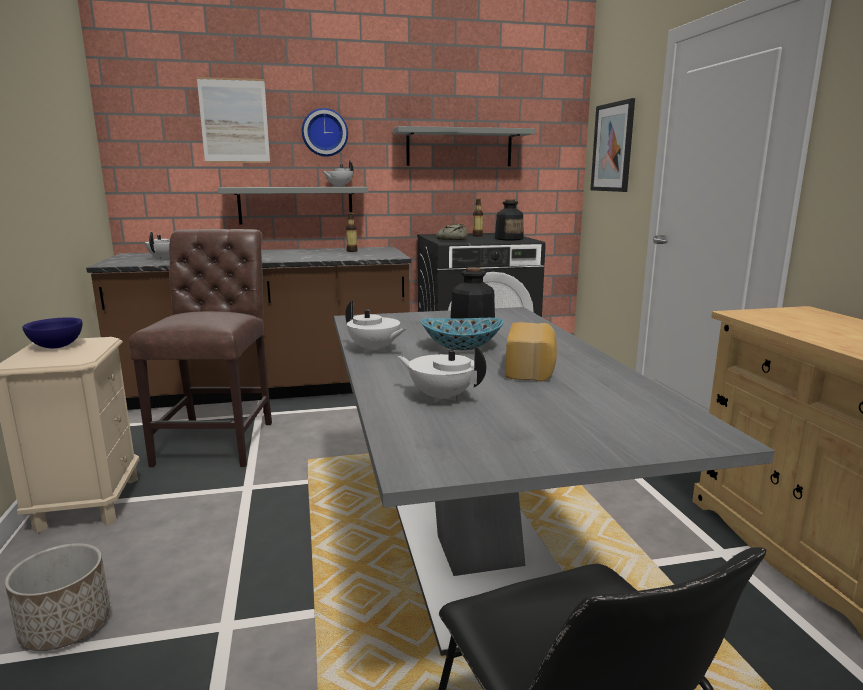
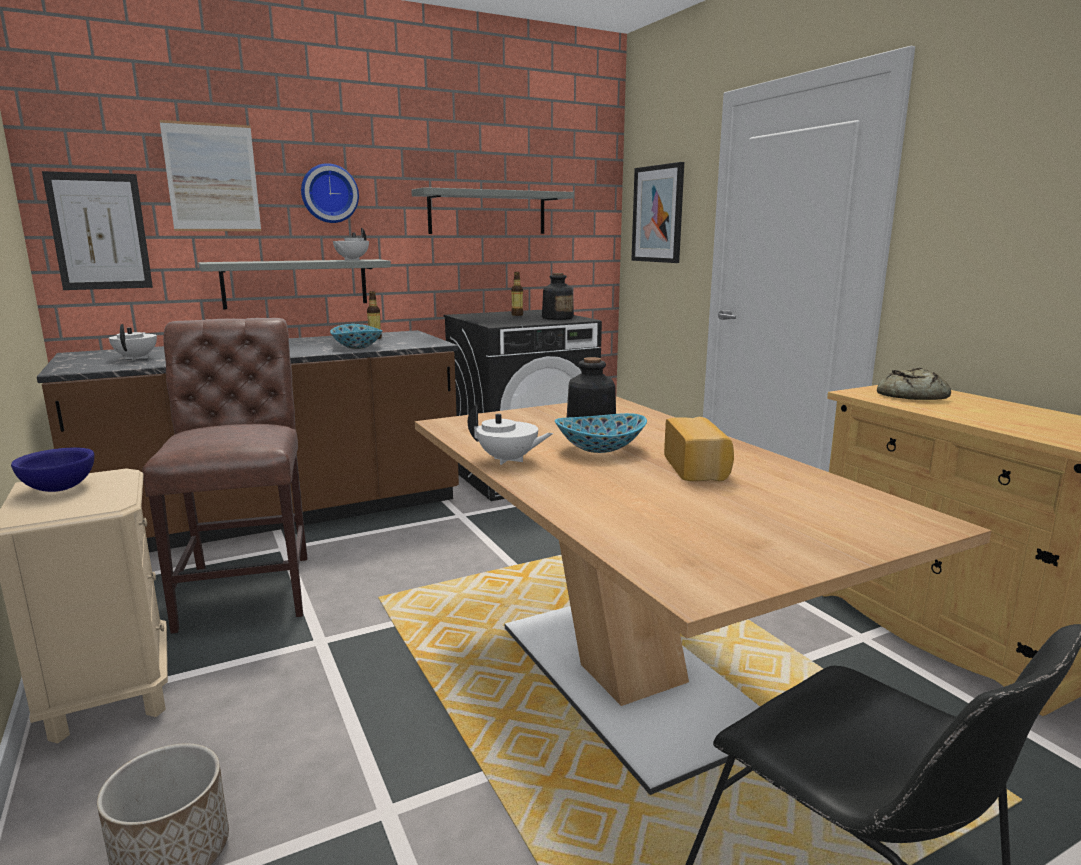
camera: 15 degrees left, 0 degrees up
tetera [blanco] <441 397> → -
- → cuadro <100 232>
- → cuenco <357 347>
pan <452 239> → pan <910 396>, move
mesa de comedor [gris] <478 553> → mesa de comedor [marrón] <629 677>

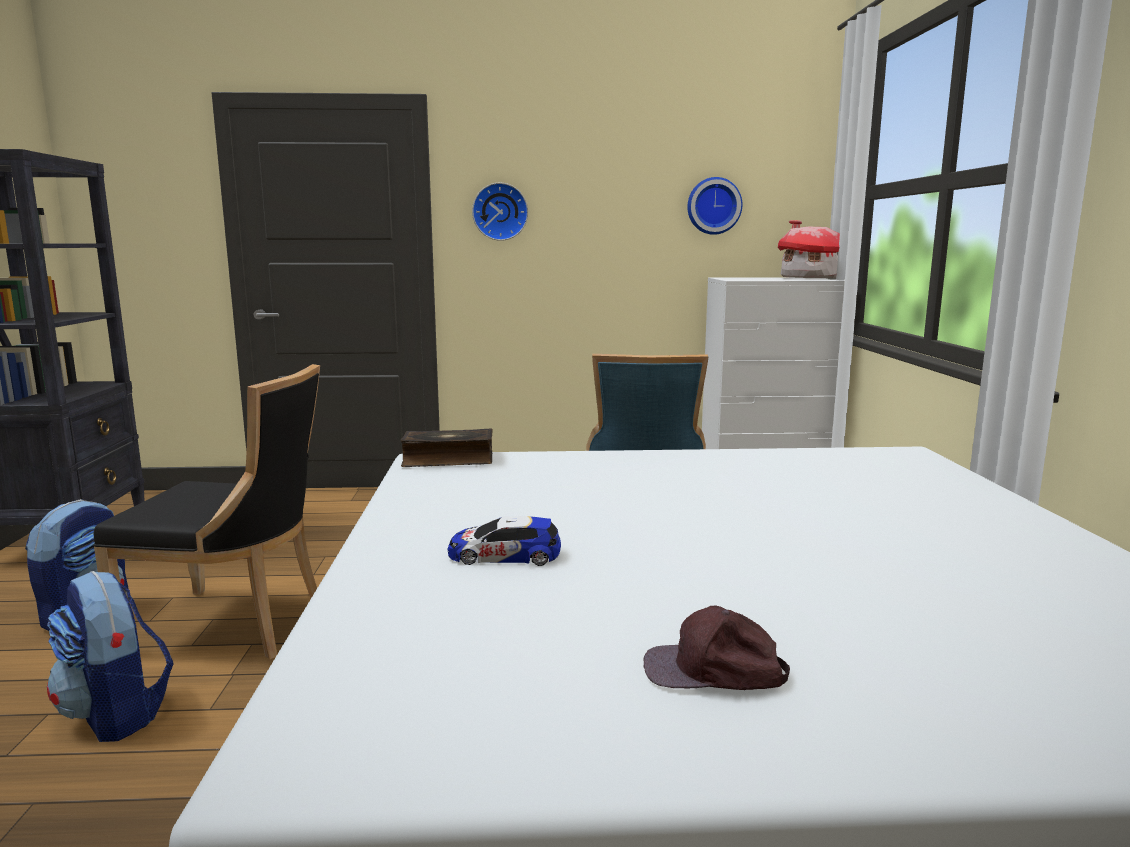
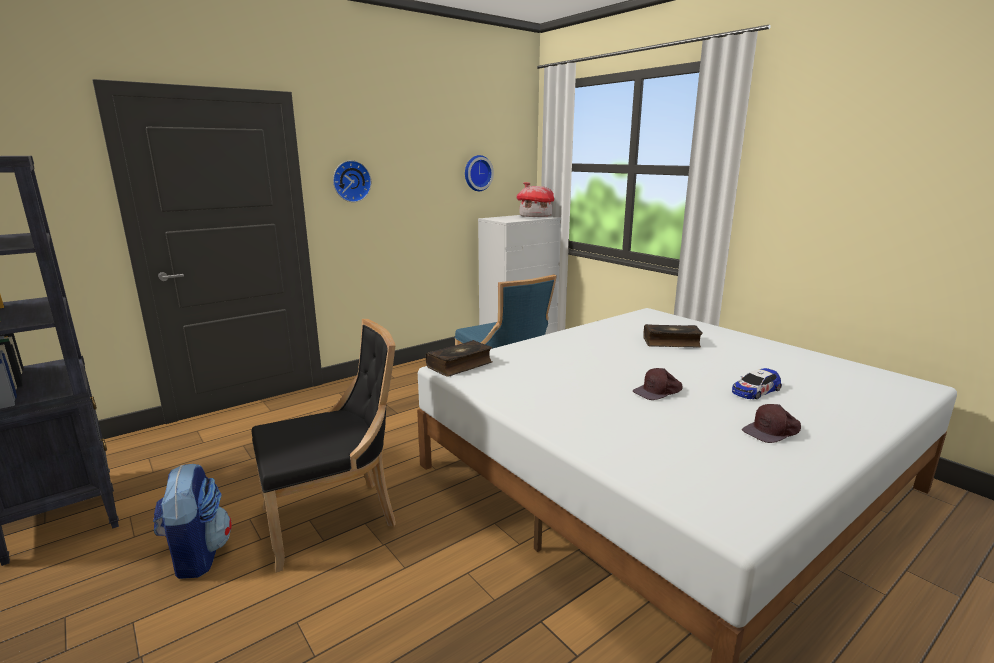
camera: 35 degrees left, 5 degrees up
mochila <117 714> → -
- → gorra [marrón] <658 391>
- → libro <671 342>
coche de juguete <504 555> → coche de juguete <755 390>, move

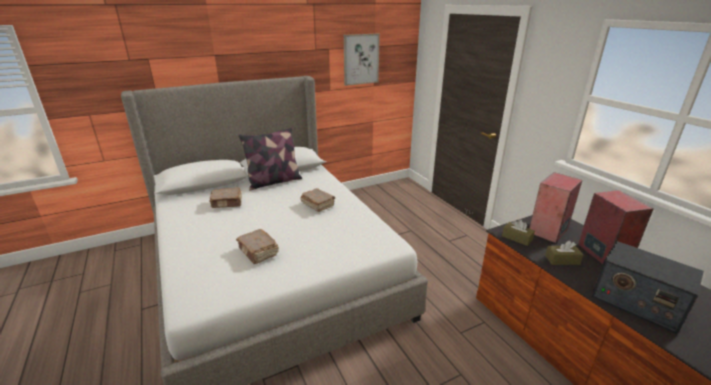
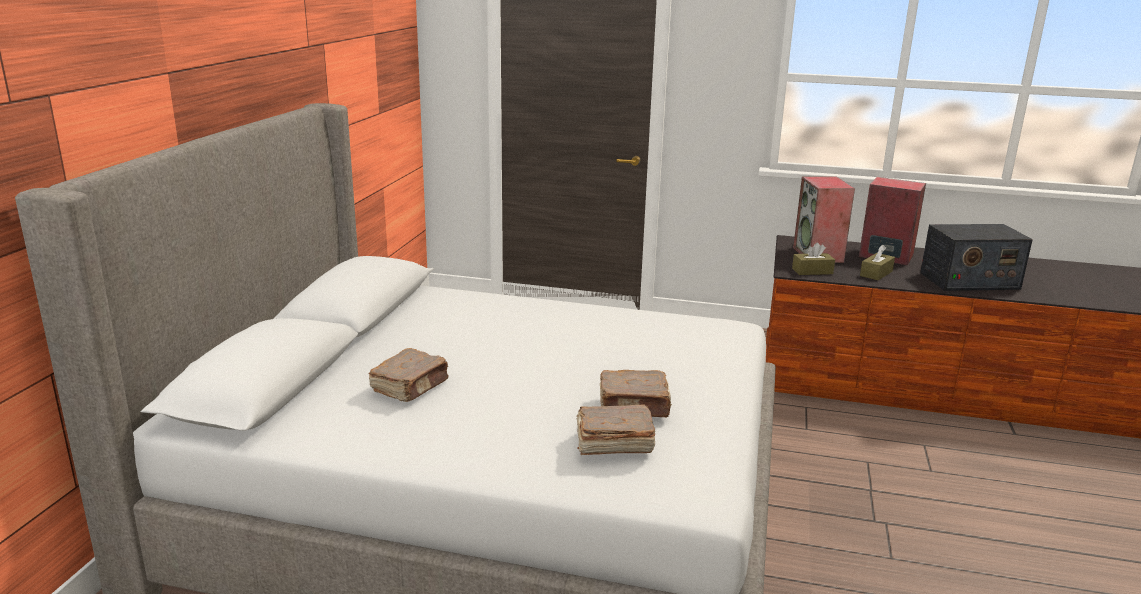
camera: 50 degrees left, 5 degrees down
cojín <274 182> → -
cuadro <361 59> → -
libro [marrón] <317 205> → libro [marrón] <613 443>, move

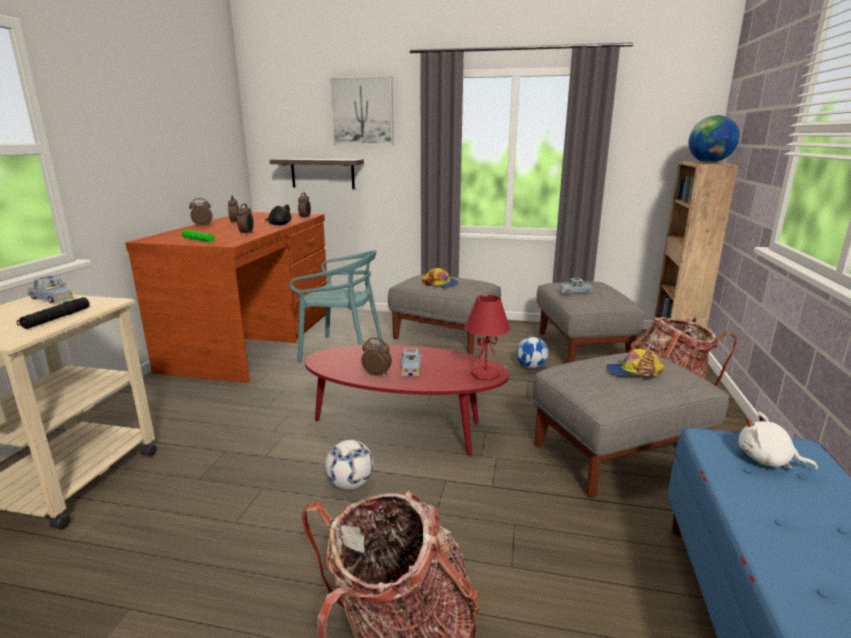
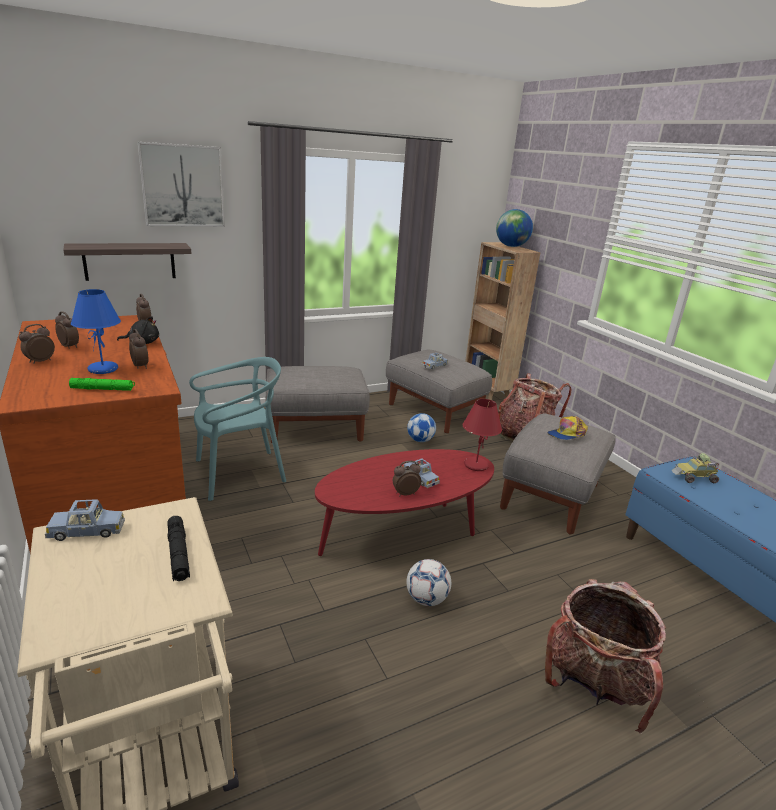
camera: 40 degrees left, 5 degrees up
gorra <440 284> → -
- → lámpara de mesa [azul] <103 369>
peluche [blanco] <767 461> → coche de juguete <694 477>

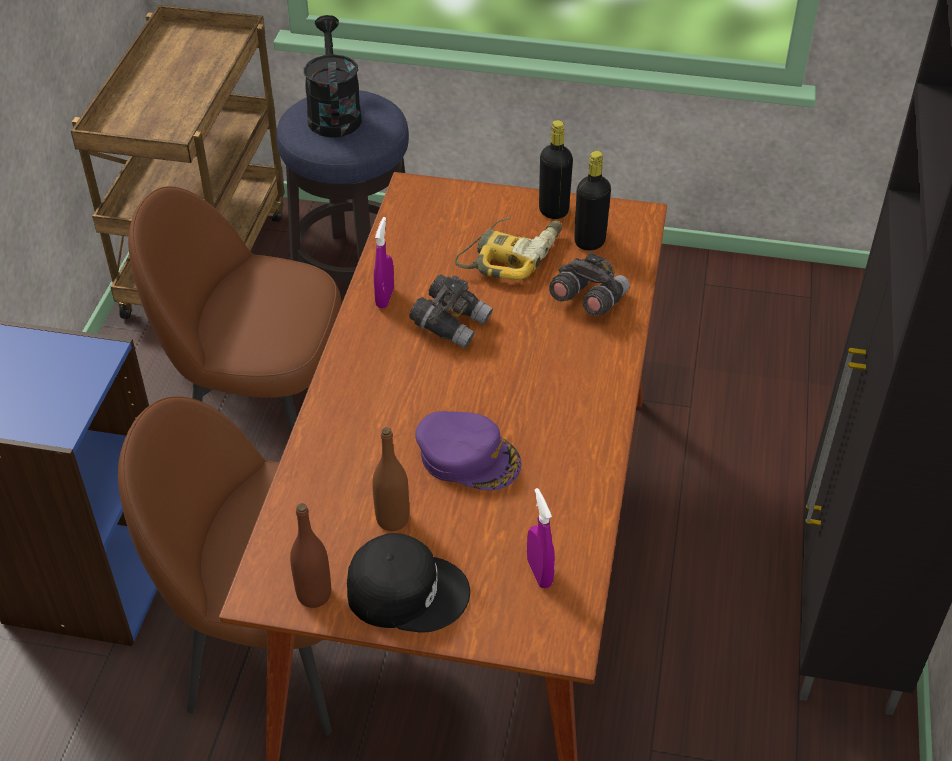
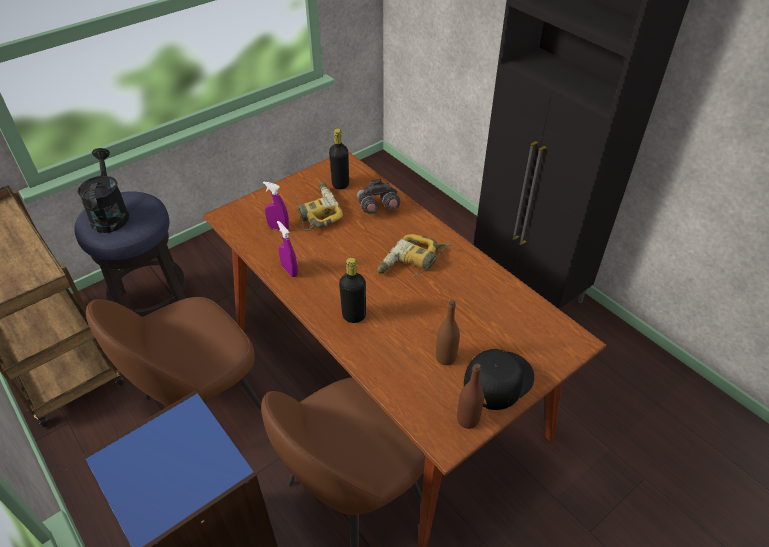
camera: 50 degrees left, 0 degrees up
prismáticos [gris] <451 324> → -
gorra [morado] <468 457> → -
- → taladro <412 263>
pulverizador [morado] <539 573> → pulverizador [morado] <278 228>, move
botella [negro] <553 211> → botella [negro] <354 316>, move
regadera [negro] <333 113> → regadera [negro] <110 214>, 45 degrees clockwise

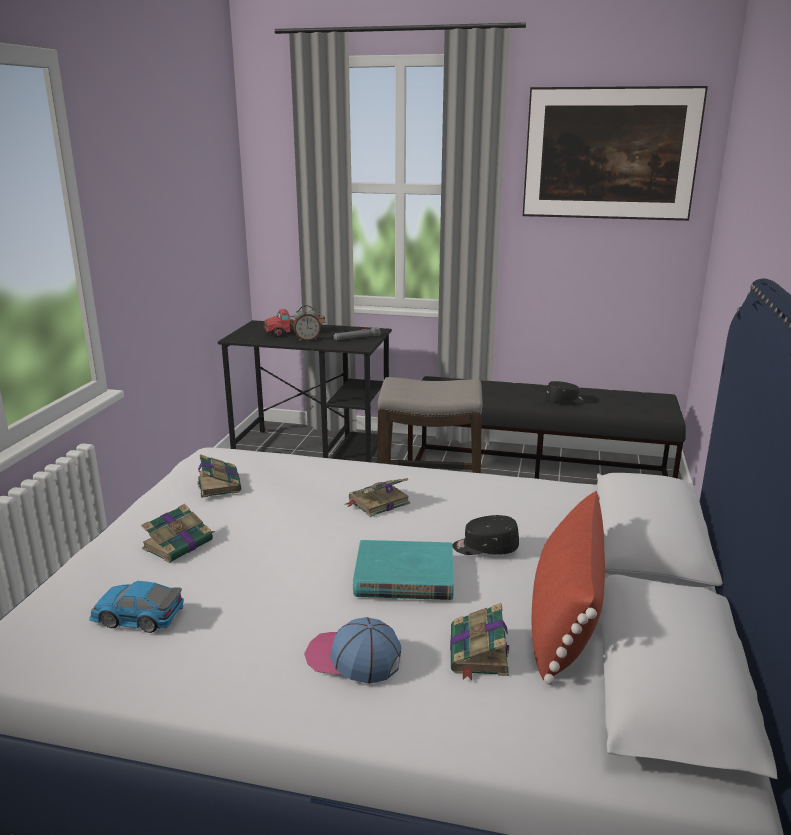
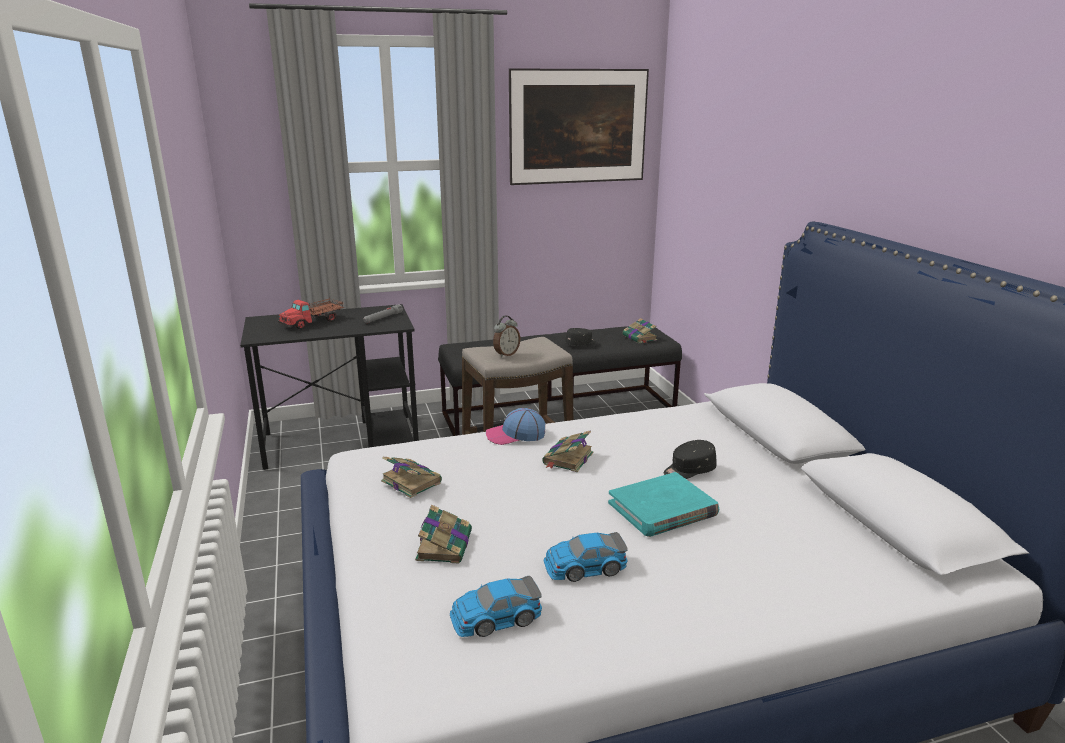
camera: 30 degrees left, 0 degrees up
cojín [rojo] <565 615> → -
- → coche de juguete <584 567>
despertador <307 340> → despertador <506 354>, move
gorra <353 658> → gorra <515 435>, move
libro <479 653> → libro <640 338>, move

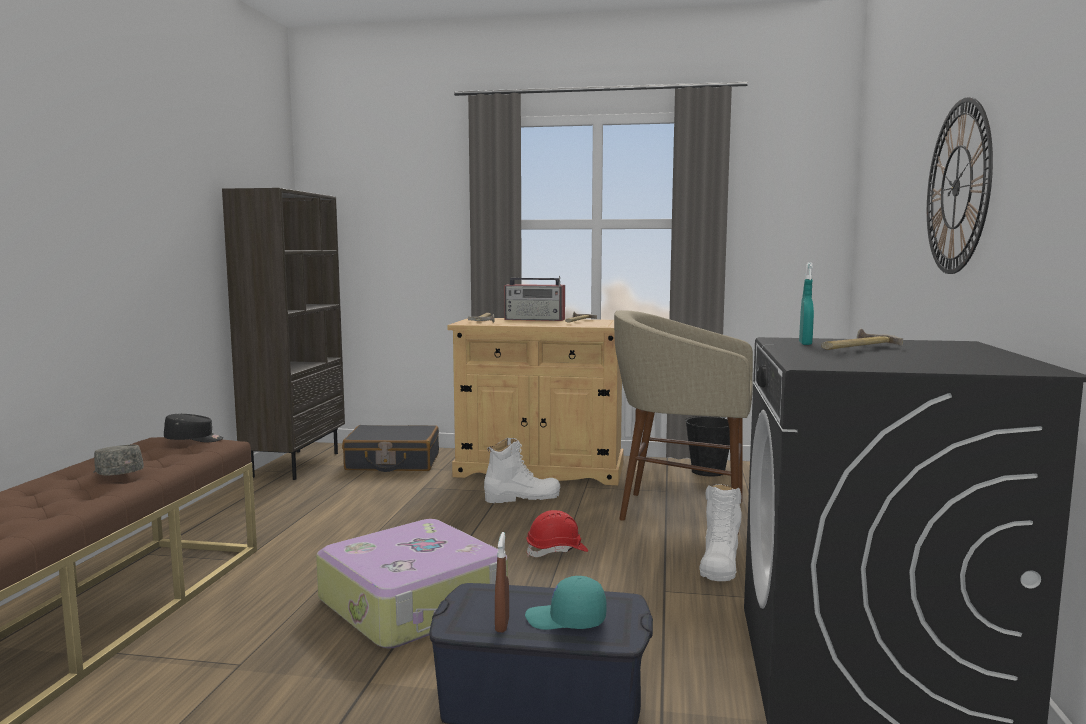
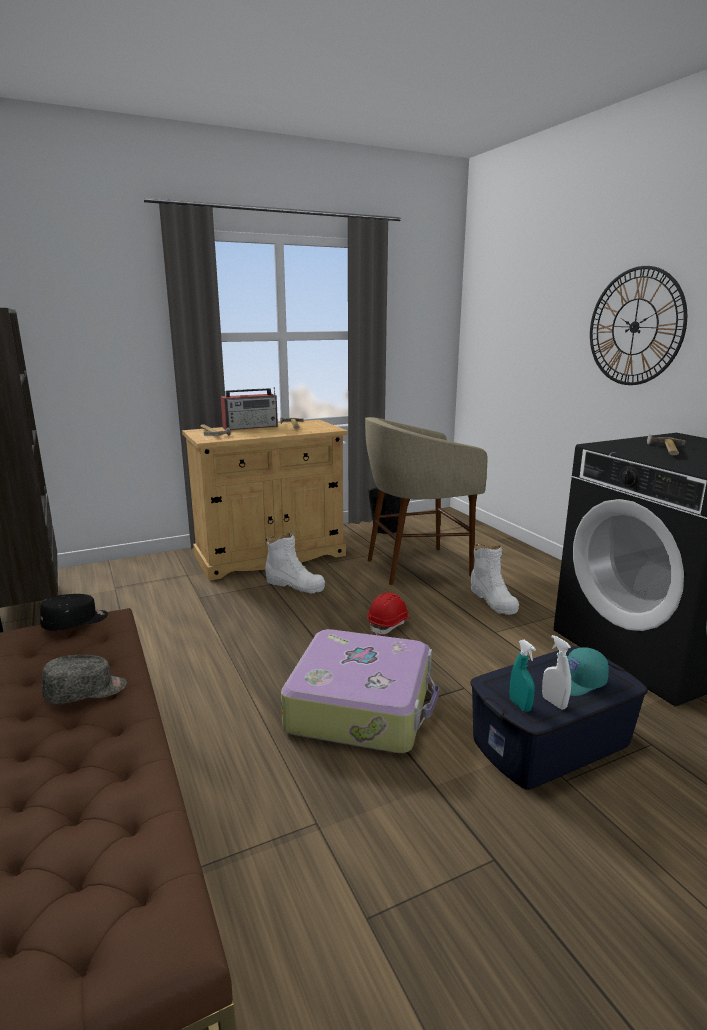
camera: 35 degrees left, 10 degrees up
maleta [negro] <392 462> → -
pulverizador [turquesa] <805 344> → pulverizador [turquesa] <520 705>, move
pulverizador [marrón] <502 625> → pulverizador [blanco] <554 703>
gorra [gris] <116 473> → gorra [gris] <86 691>, 150 degrees clockwise
bota [blanco] <522 497> → bota [blanco] <295 585>, 75 degrees clockwise

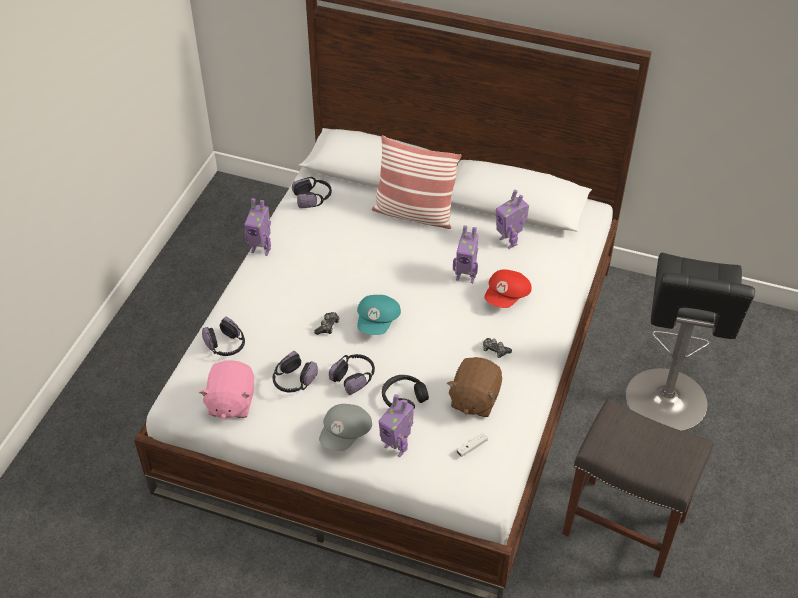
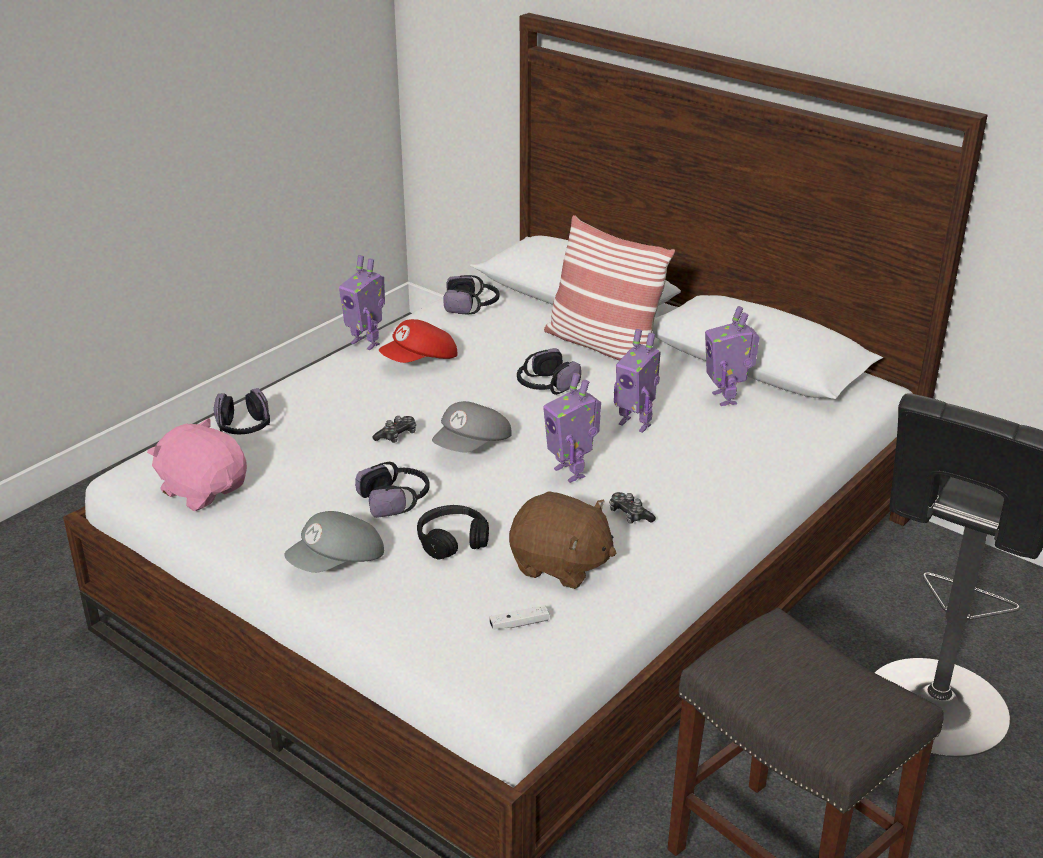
camera: 20 degrees right, 15 degrees down
auriculares <293 381> → auriculares <545 385>, move
robot de juguete <396 447> → robot de juguete <571 472>, move
gorra [rojo] <507 297> → gorra [rojo] <420 361>, move
gorra [turquesa] <378 322> → gorra [gris] <473 446>
peluche [rosa] <230 402> → peluche [rosa] <203 490>, 105 degrees clockwise
peluche [marrón] <474 399> → peluche [marrón] <560 565>, 105 degrees counterclockwise

